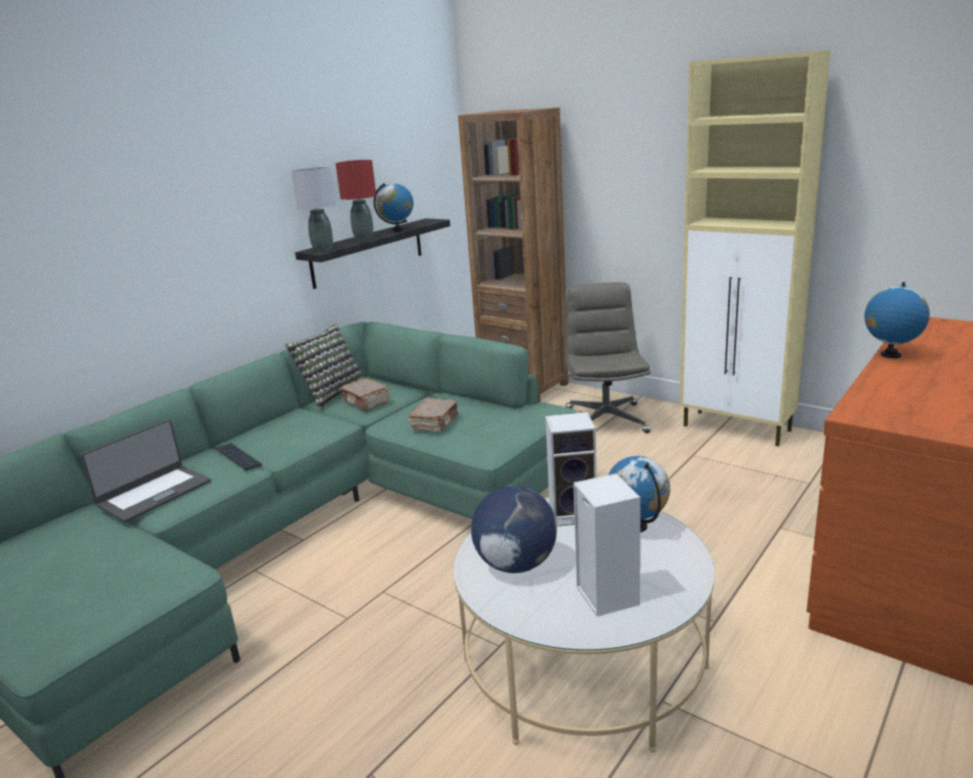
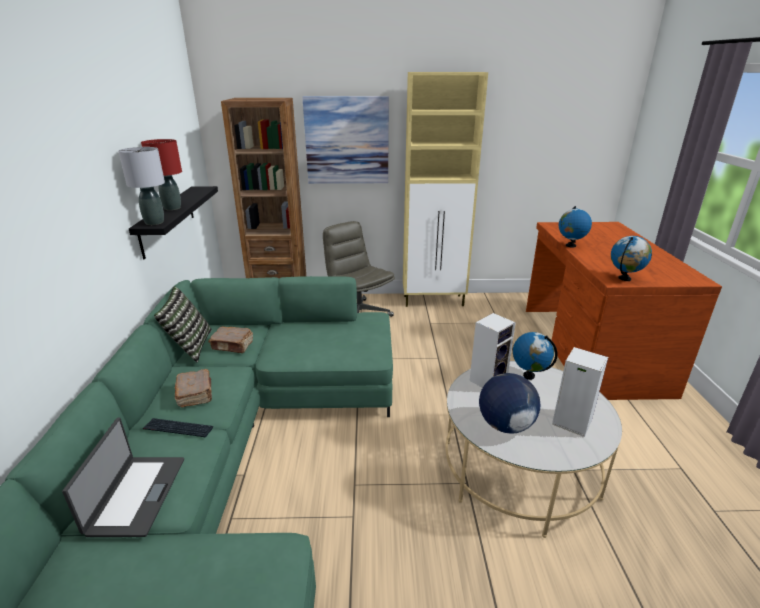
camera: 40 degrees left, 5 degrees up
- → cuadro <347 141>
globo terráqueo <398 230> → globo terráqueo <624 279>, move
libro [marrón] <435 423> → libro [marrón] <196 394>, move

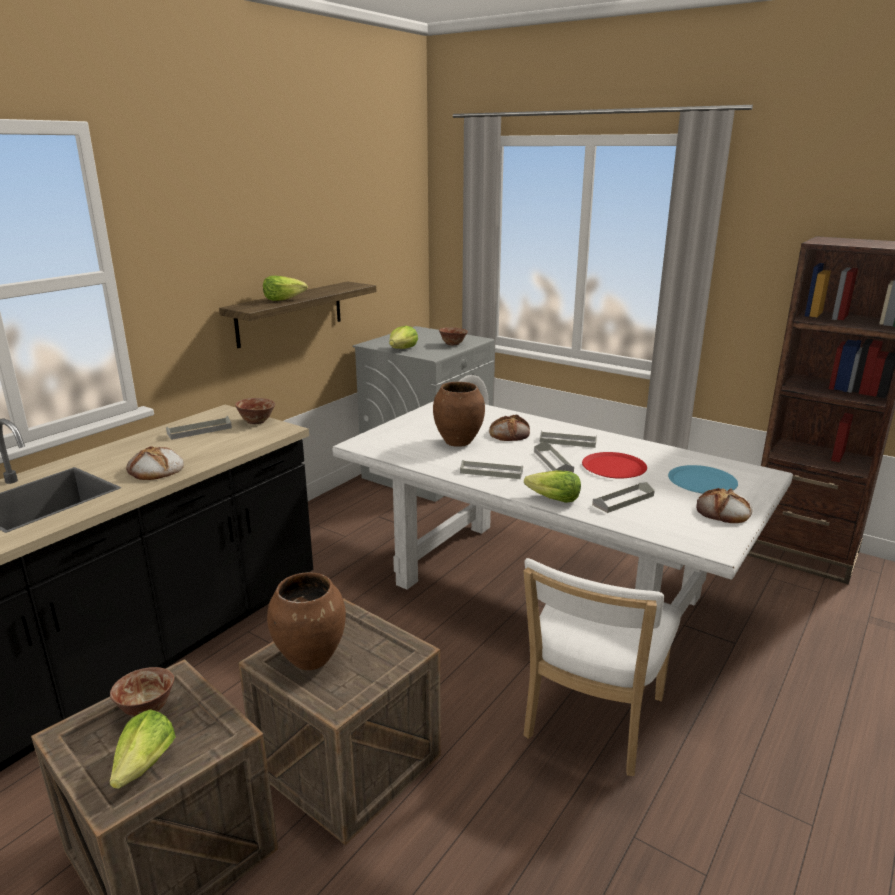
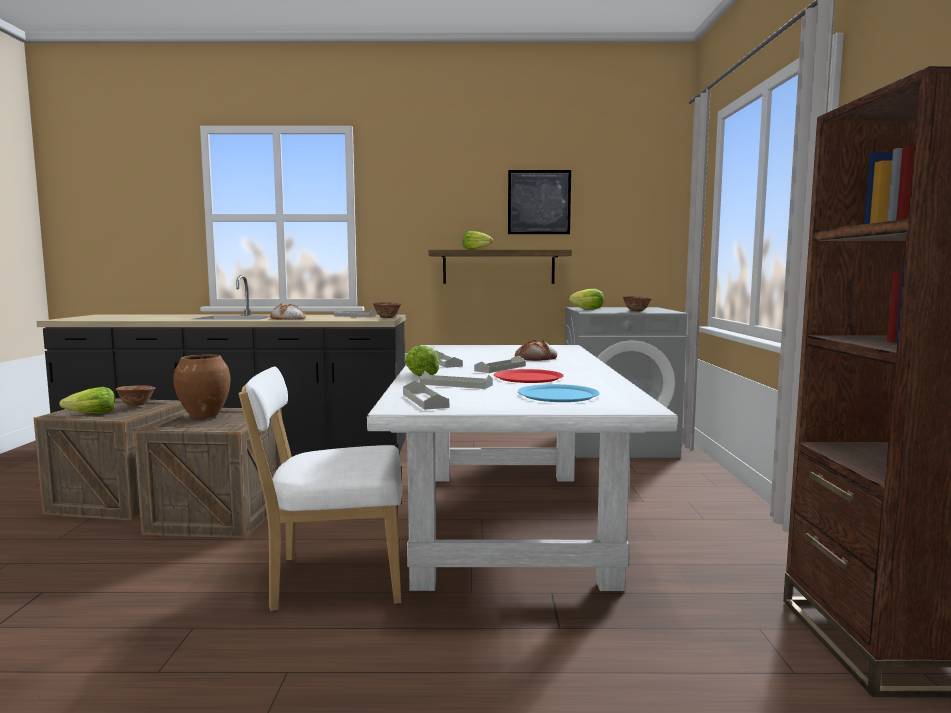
camera: 55 degrees right, 15 degrees down
florero [marrón] <458 442> → -
pan <724 512> → -
- → cuadro <539 202>
bandeja [gris] <567 442> → bandeja [gris] <425 400>, move

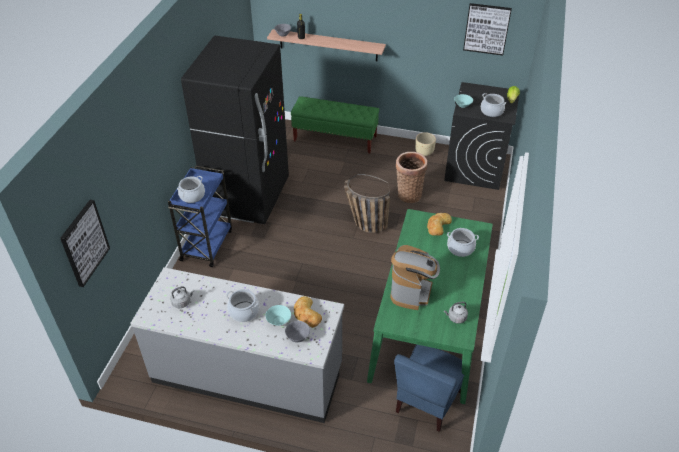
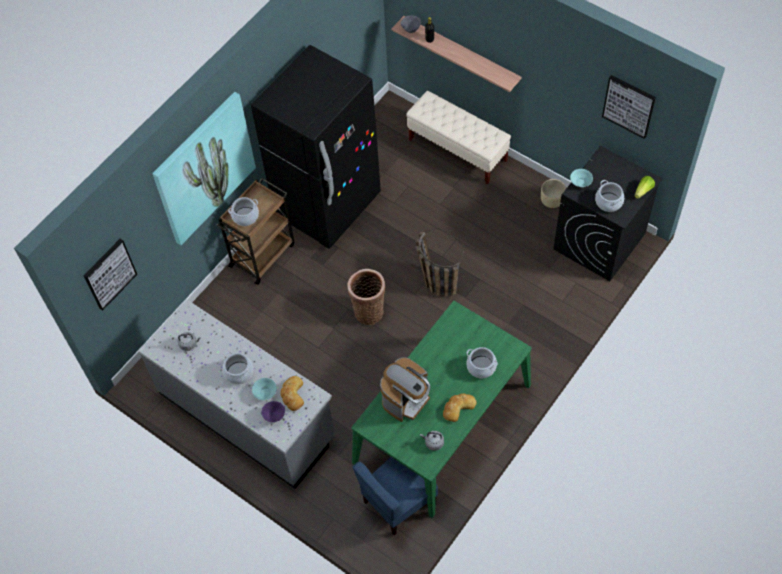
camera: 25 degrees right, 15 degrees up
- → cuadro <203 168>
cesta <408 194> → cesta <368 310>, move
pan <437 226> → pan <458 407>, move
carrito [azul] <207 244> → carrito [marrón] <263 254>
cuenco [gris] <298 338> → cuenco [morado] <274 416>
banco [verde] <335 139> → banco [beis] <457 151>

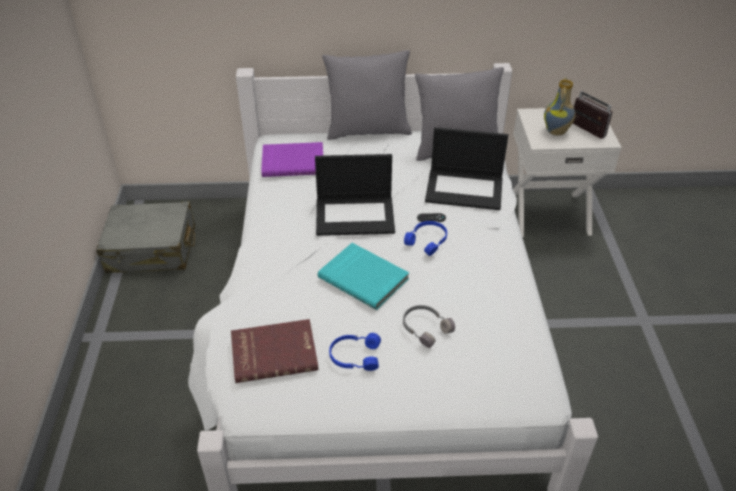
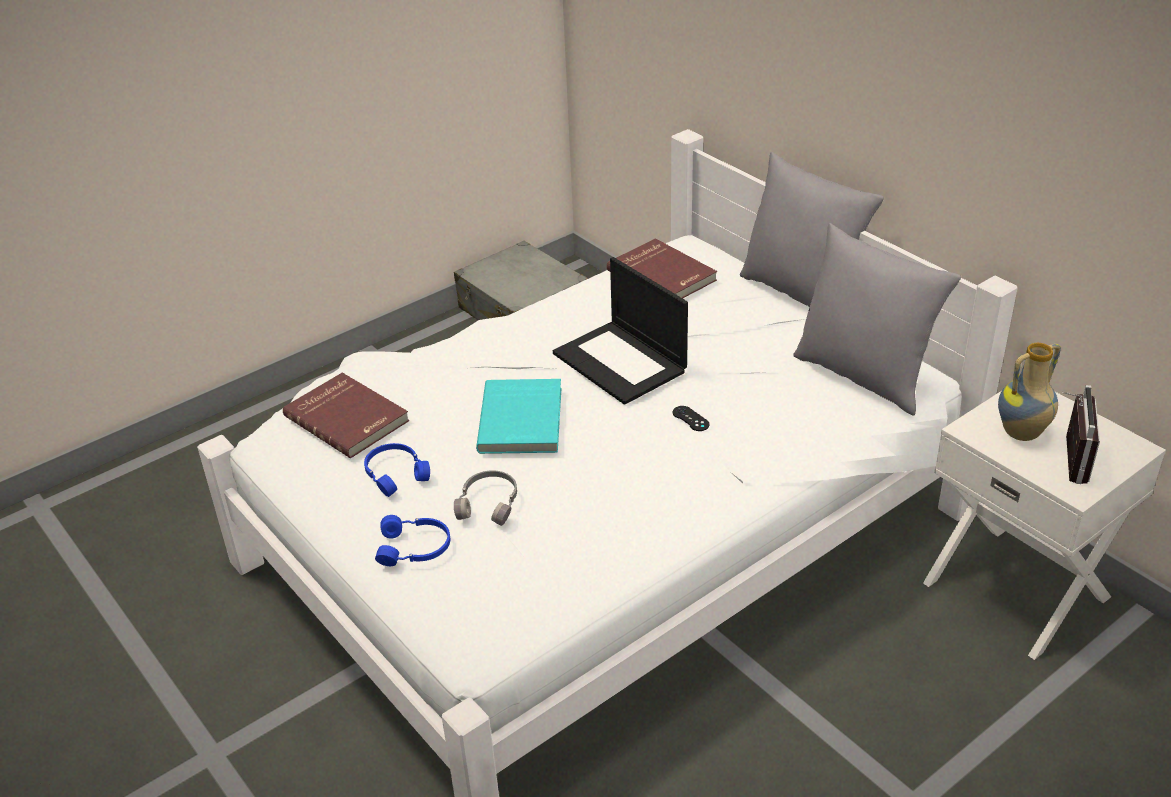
camera: 55 degrees right, 5 degrees down
portátil <465 189> → -
auriculares [azul] <428 241> → auriculares [azul] <415 549>, move
libro [morado] <293 161> → libro [rojo] <663 275>

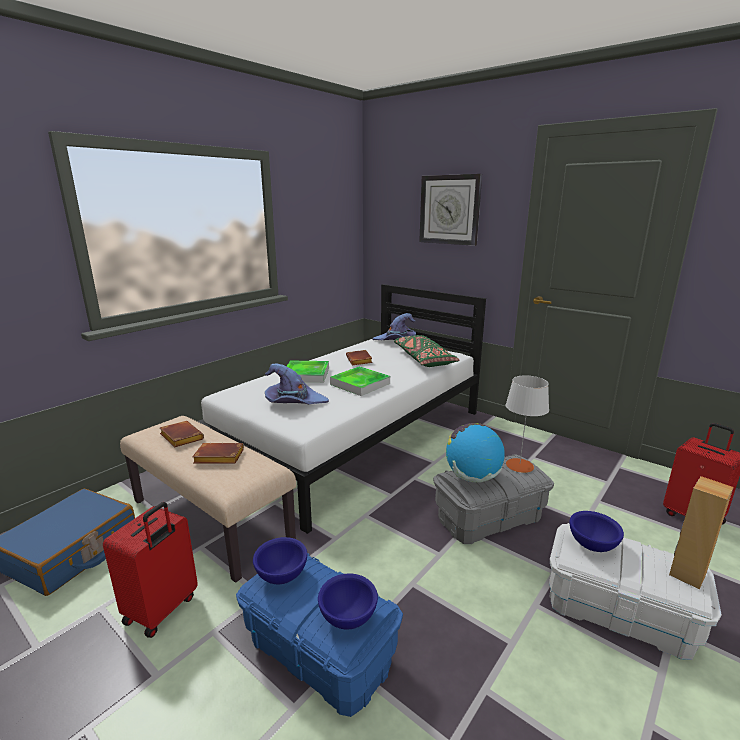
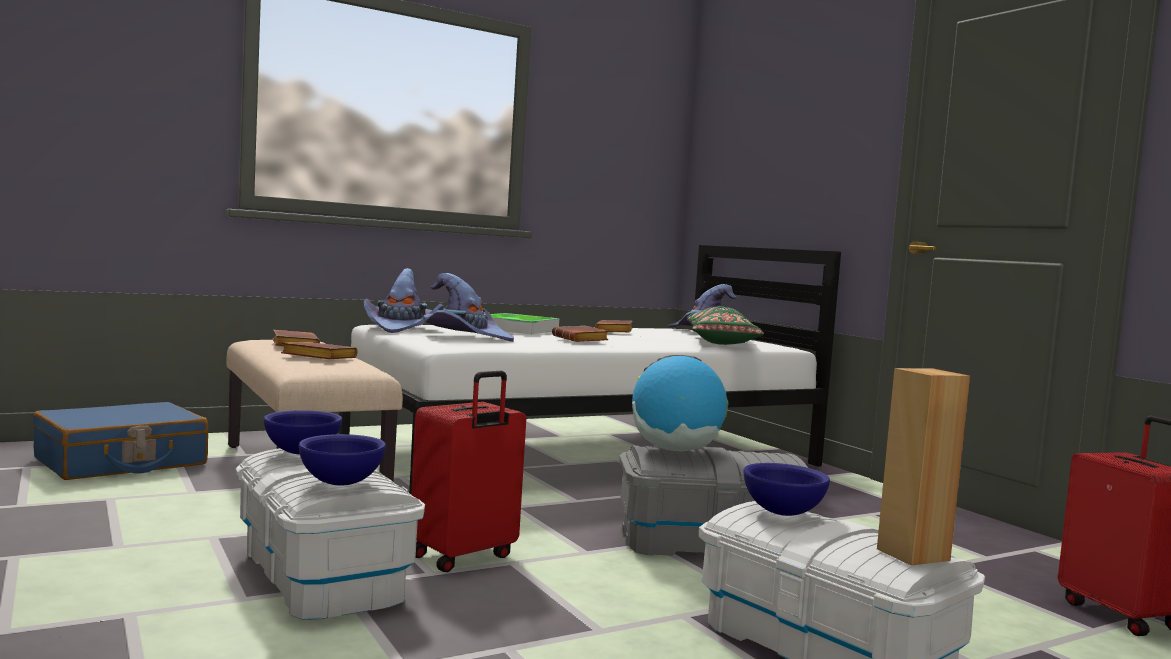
camera: 20 degrees right, 15 degrees down
reloj de pared <449 210> → -
lámpara de mesa [gris] <519 465> → -
- → sombrero [morado] <401 328>
maleta [rojo] <162 610> → maleta [rojo] <464 557>, move
bandeja <360 384> → libro [marrón] <582 340>
caja de almacenaje [azul] <319 651> → caja de almacenaje [blanco] <320 575>

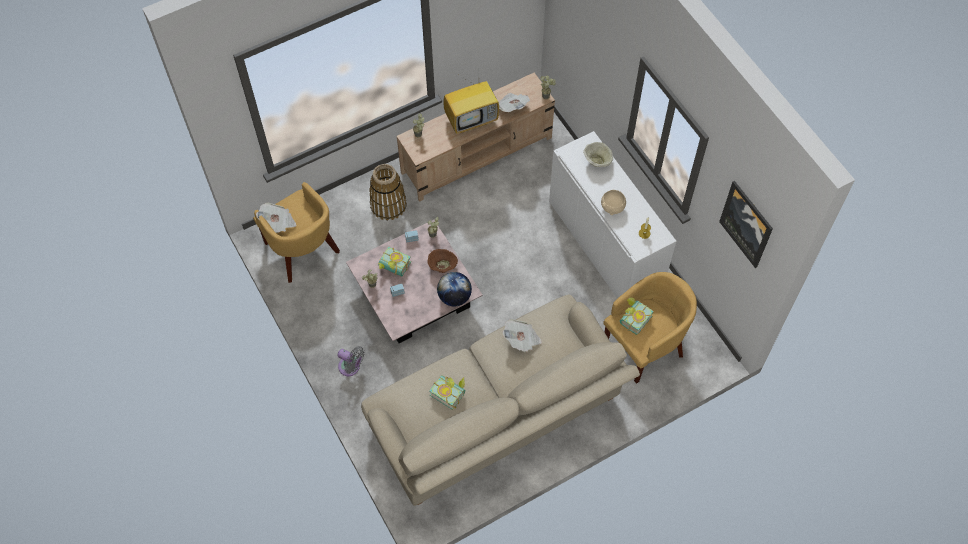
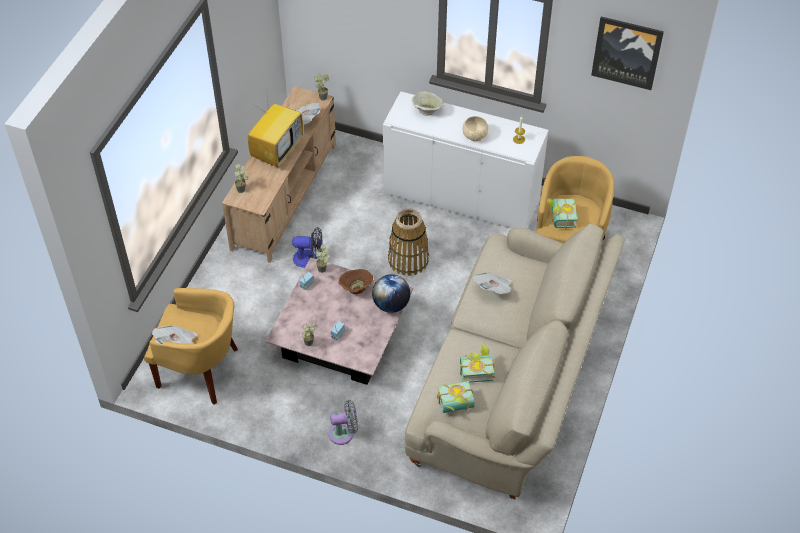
camera: 40 degrees left, 10 degrees down
- → ventilador <309 258>
cesta <388 205> → cesta <408 260>, move
libro <393 268> → libro <456 406>, move

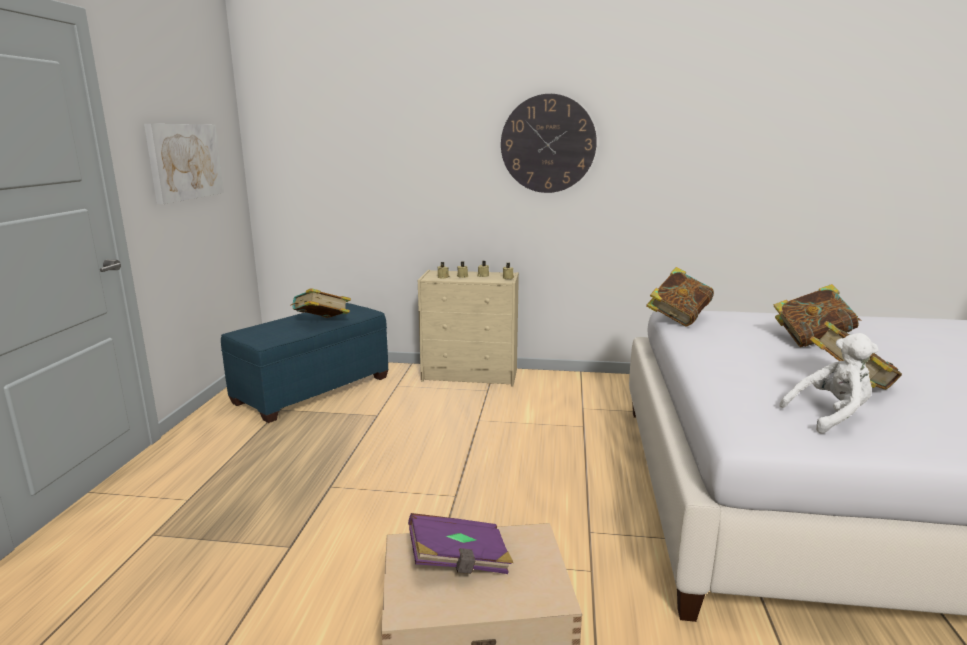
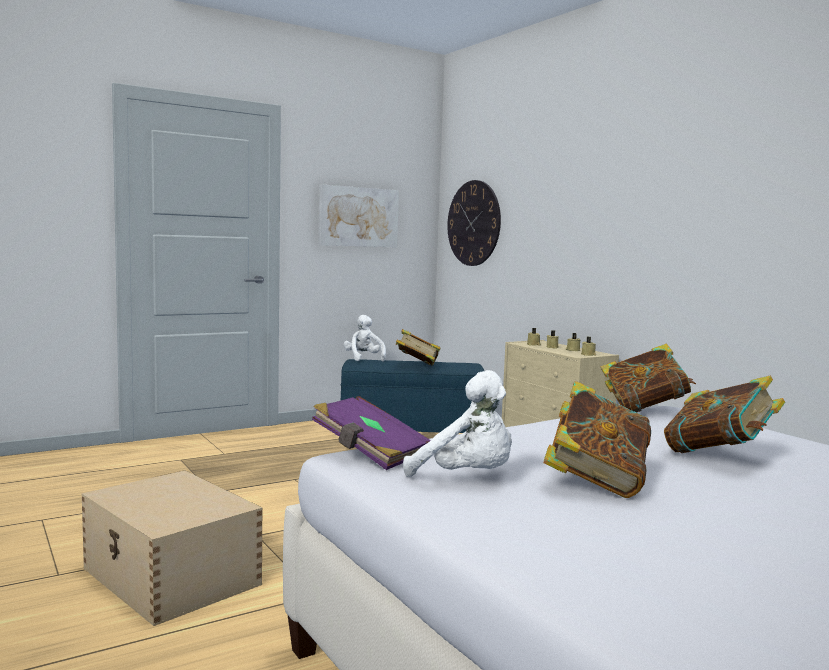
camera: 50 degrees right, 10 degrees down
- → peluche [blanco] <364 358>
libro [morado] <459 561> → libro [morado] <370 453>, move
reloj de pared <548 144> → reloj de pared <473 223>, move

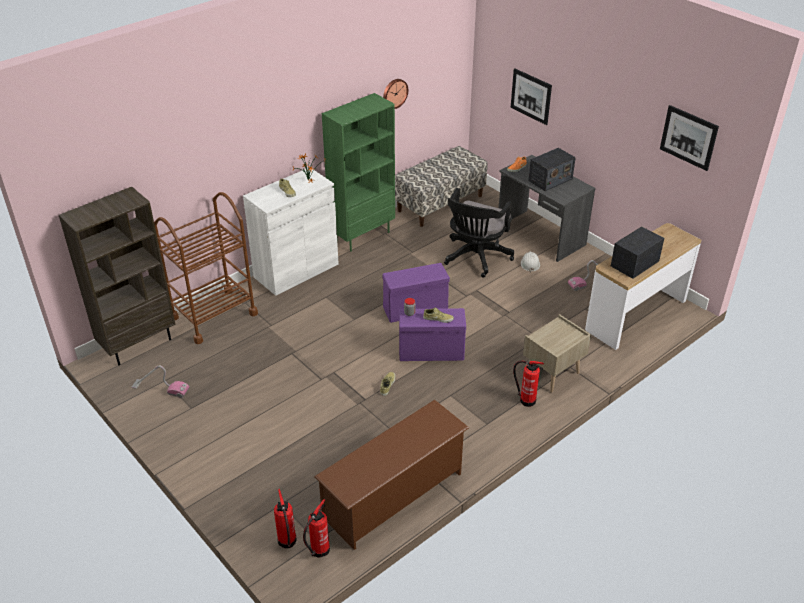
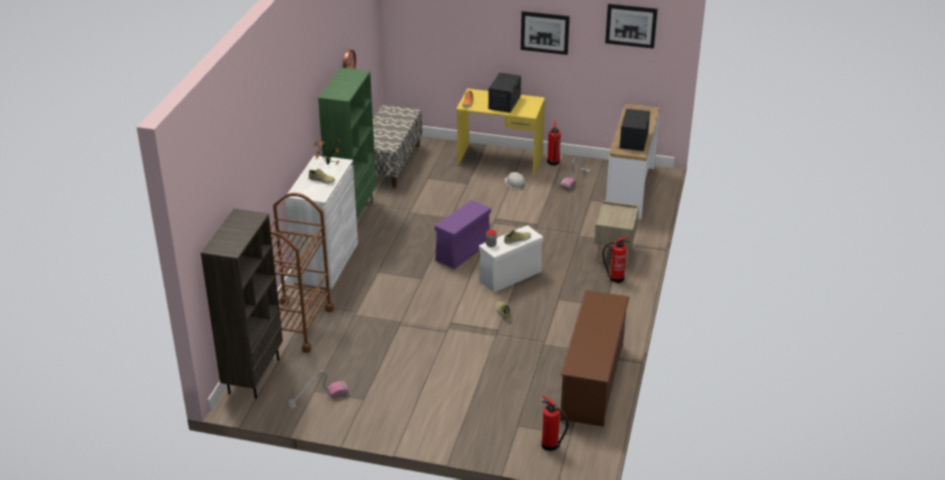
camera: 35 degrees left, 5 degrees down
silla de oficina [negro] <475 258> → -
extintor <318 551> → extintor <553 163>, move
cuadro <531 96> → cuadro <544 32>, move
caja de almacenaje [morado] <430 352> → caja de almacenaje [blanco] <509 276>
escritorio [gris] <540 235> → escritorio [amarillo] <500 159>

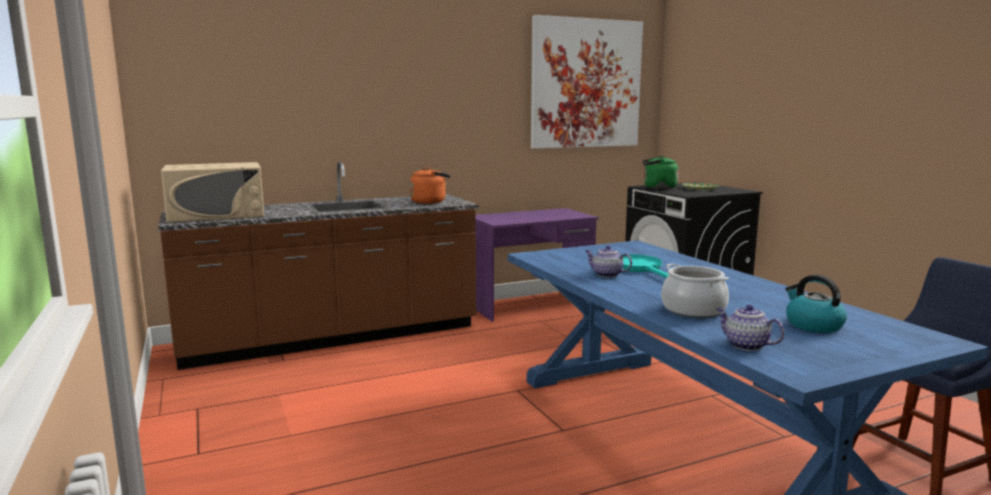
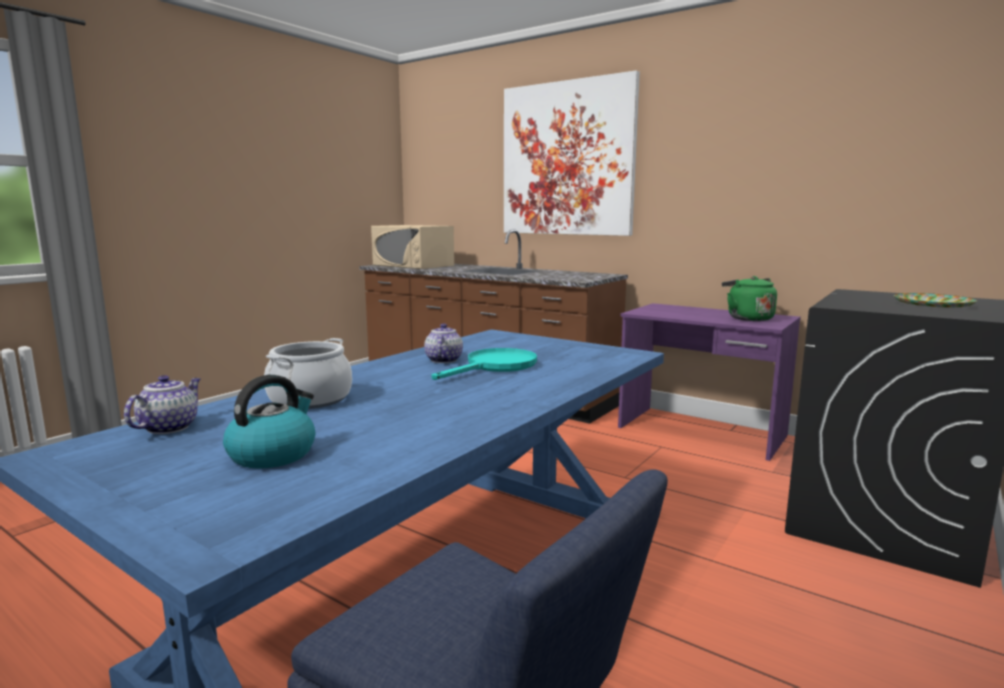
camera: 60 degrees right, 0 degrees up
hervidor [naranja] <430 202> → -
cuadro <586 84> → cuadro <567 159>, move
hervidor [verde] <657 188> → hervidor [verde] <747 318>, move

